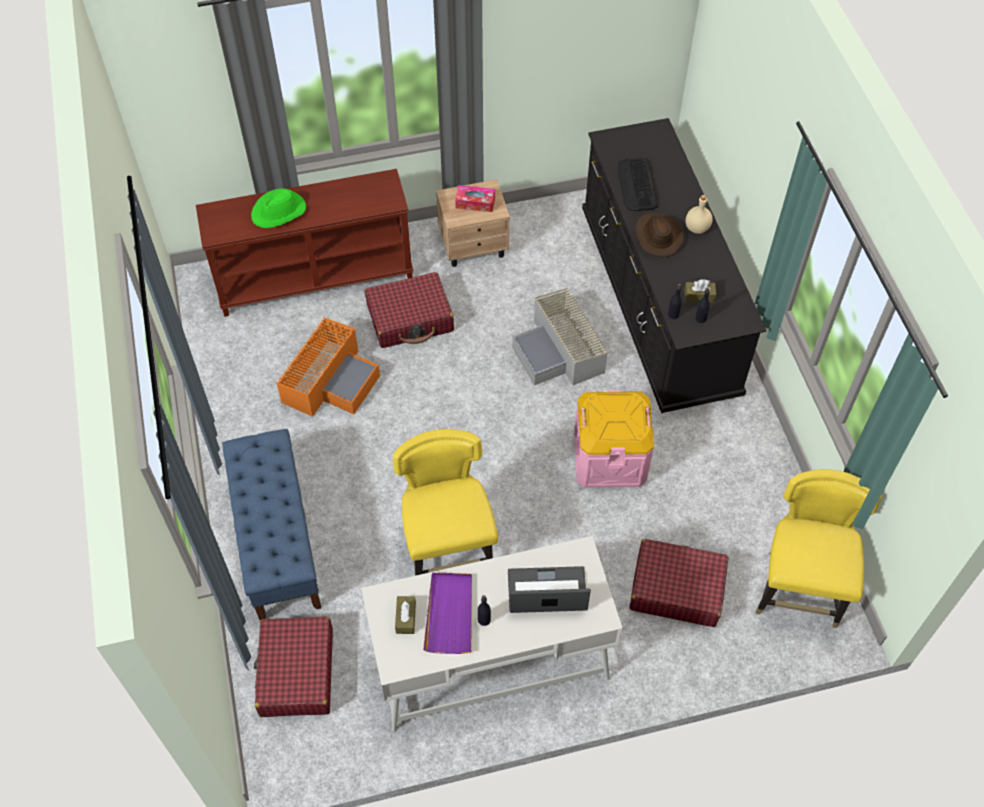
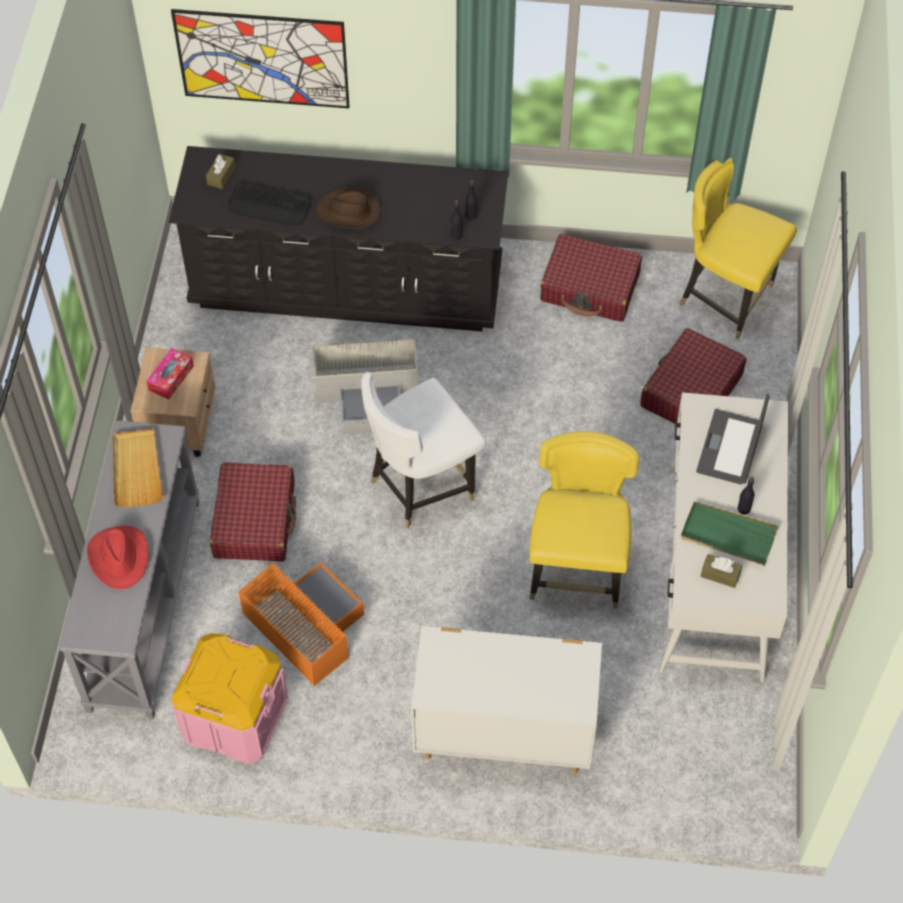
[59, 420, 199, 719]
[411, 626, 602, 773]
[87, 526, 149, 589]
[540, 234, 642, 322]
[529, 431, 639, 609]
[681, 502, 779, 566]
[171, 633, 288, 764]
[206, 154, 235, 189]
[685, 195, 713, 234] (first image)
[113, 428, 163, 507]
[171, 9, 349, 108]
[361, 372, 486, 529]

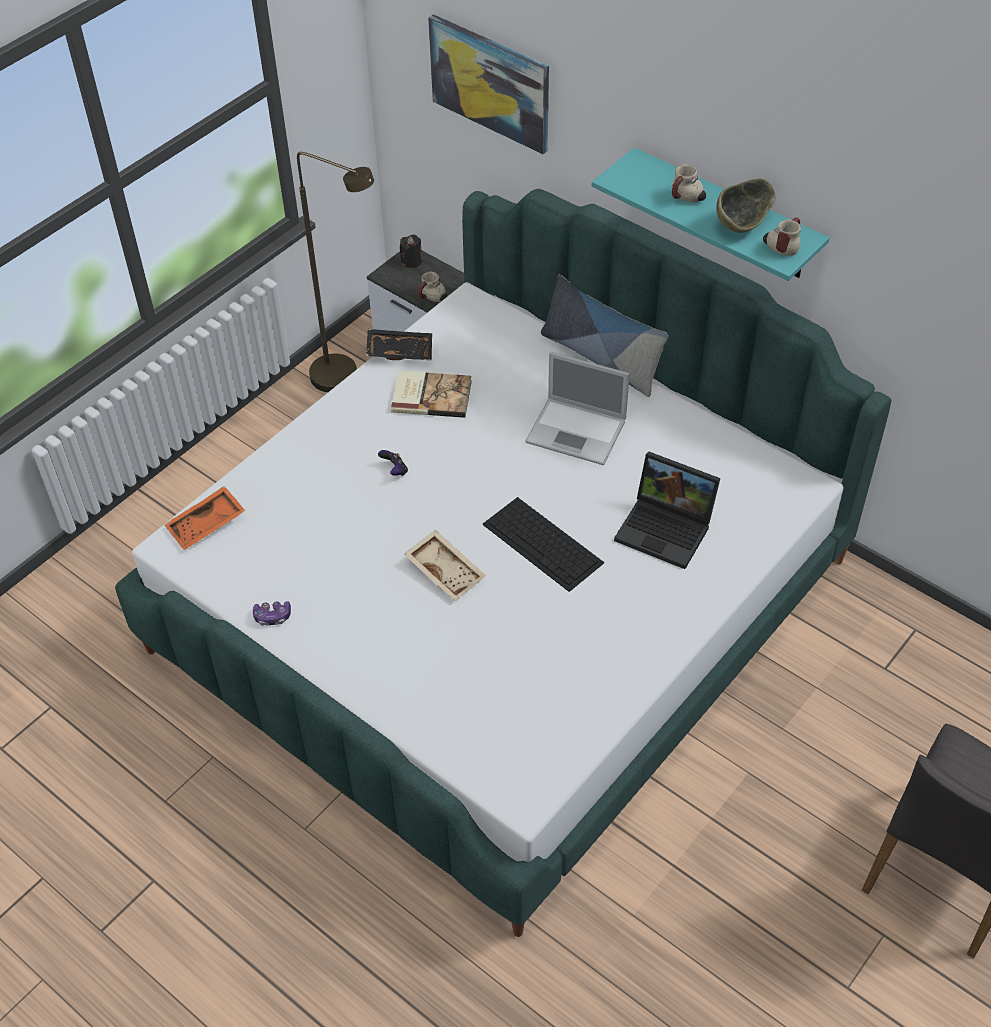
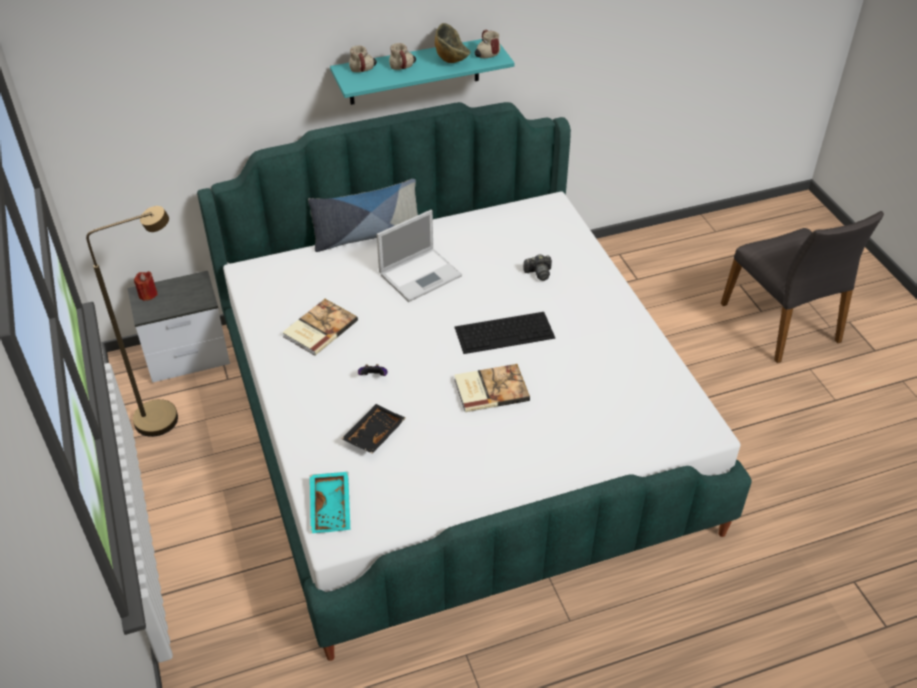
[310, 472, 350, 533]
[253, 601, 291, 626] (first image)
[341, 404, 406, 454]
[134, 271, 158, 301]
[454, 364, 530, 412]
[349, 46, 377, 72]
[428, 14, 549, 154] (first image)
[523, 254, 552, 281]

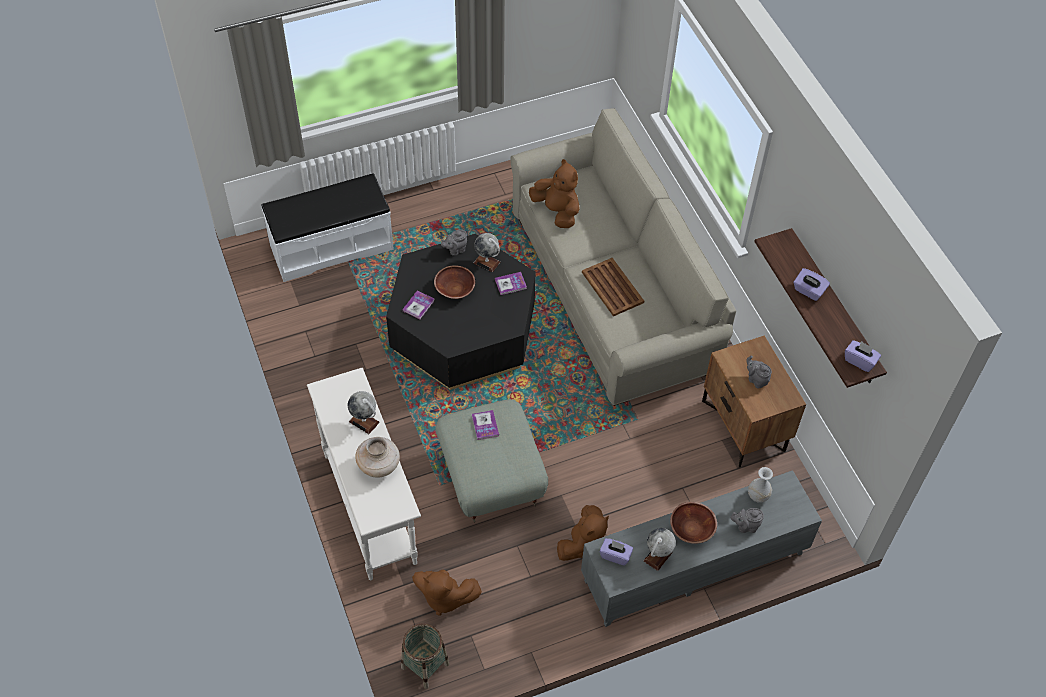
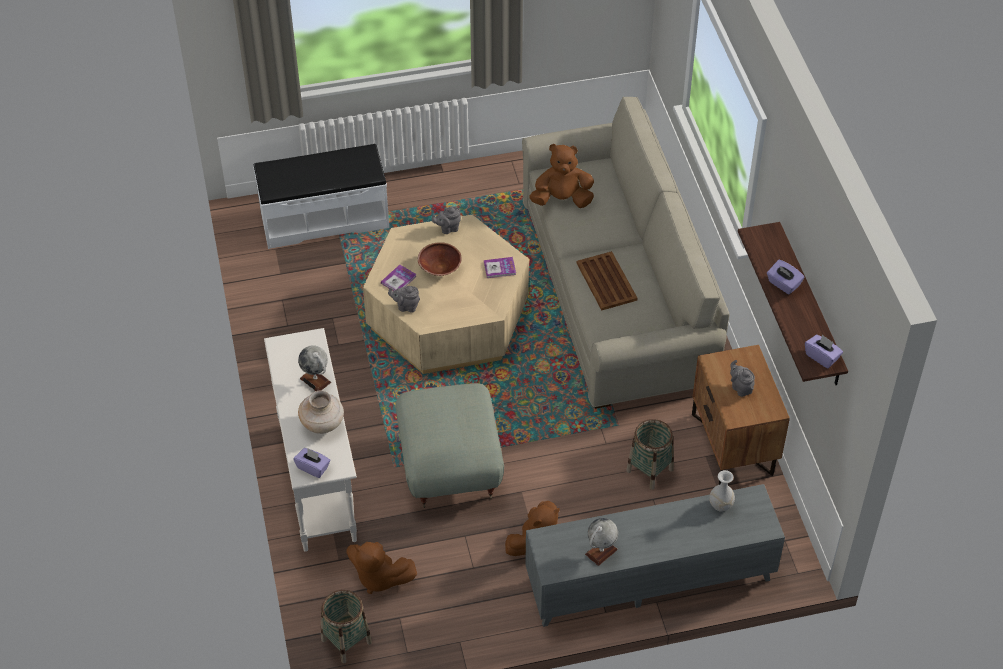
[363, 215, 529, 374]
[472, 410, 499, 440] (first image)
[474, 233, 500, 272] (first image)
[529, 144, 594, 208]
[293, 448, 330, 478]
[670, 502, 717, 544] (first image)
[388, 286, 420, 313]
[626, 419, 674, 490]

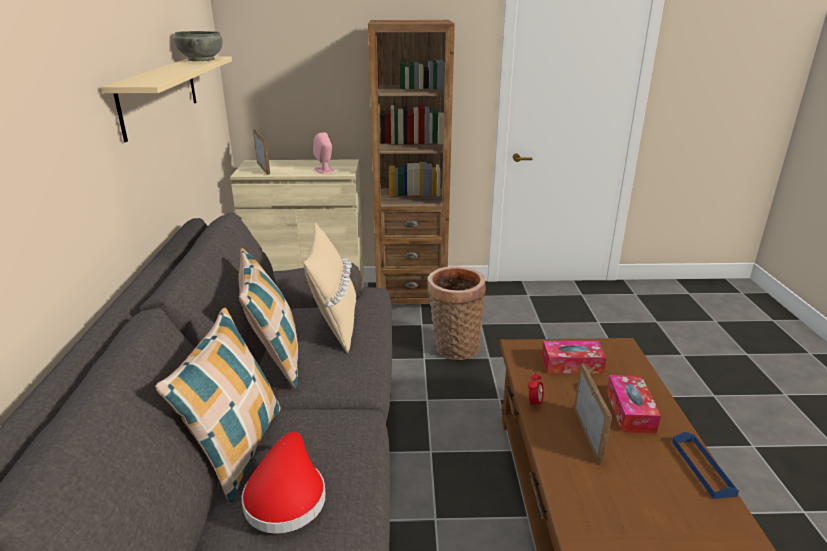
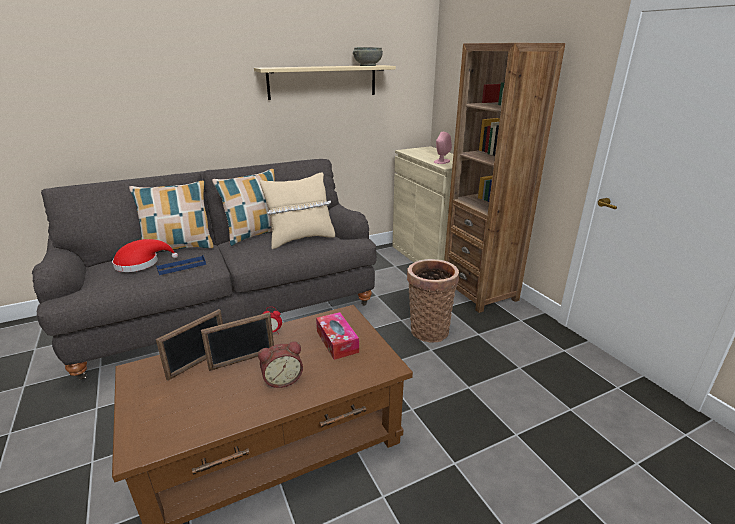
[156, 309, 223, 381]
[258, 342, 303, 388]
[156, 255, 206, 275]

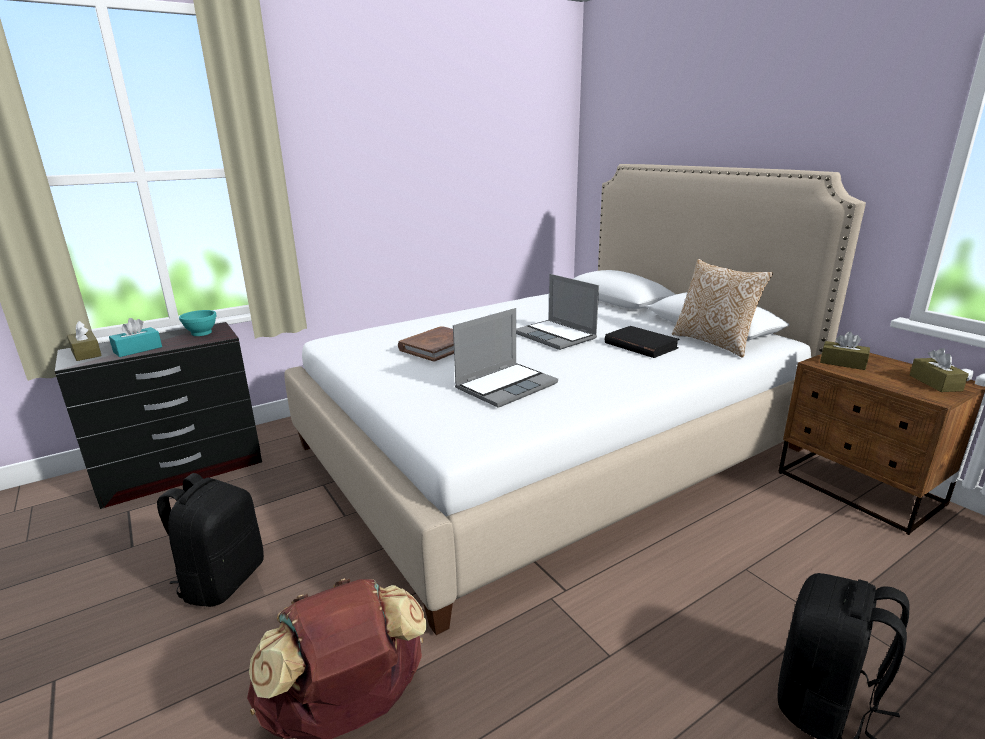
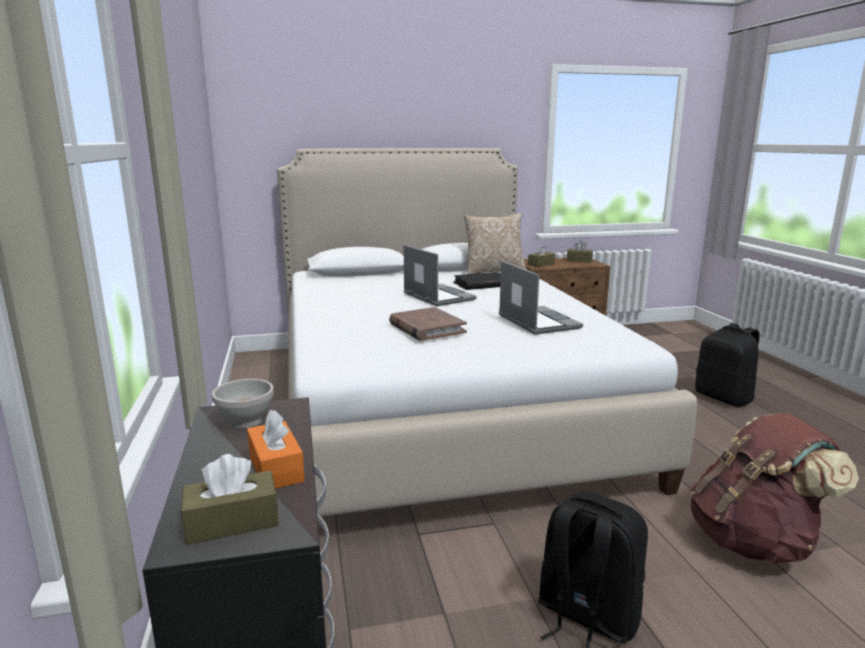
[247, 410, 305, 489]
[212, 379, 274, 429]
[403, 245, 477, 306]

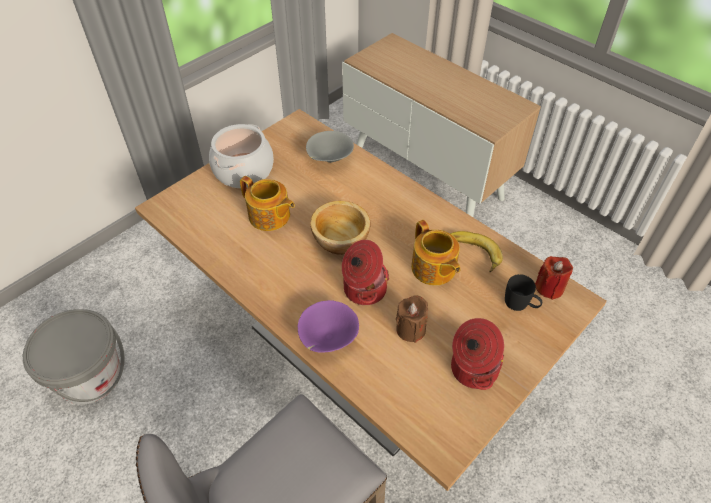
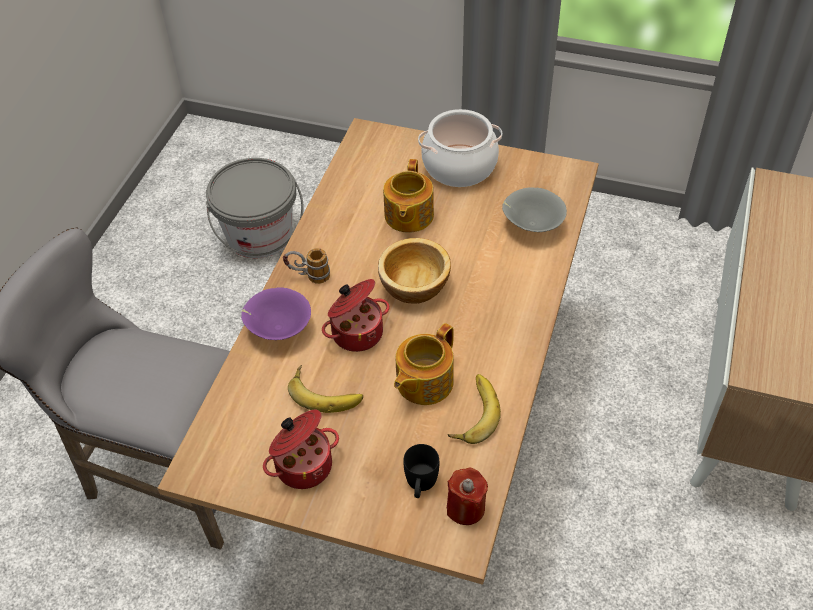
[288, 365, 363, 413]
[283, 248, 330, 284]

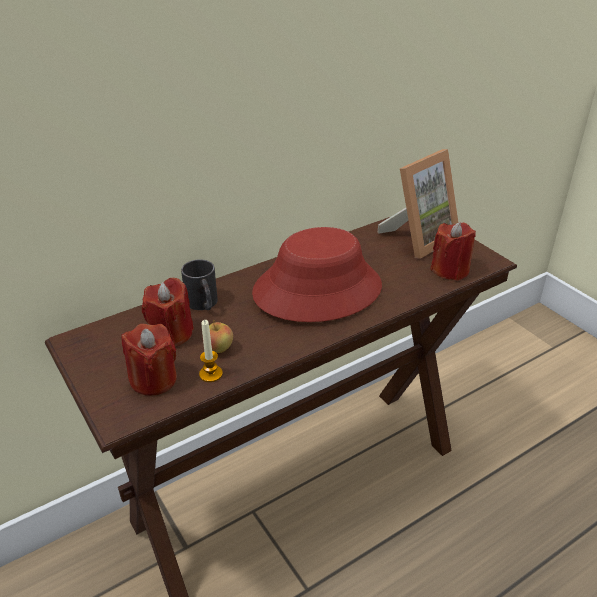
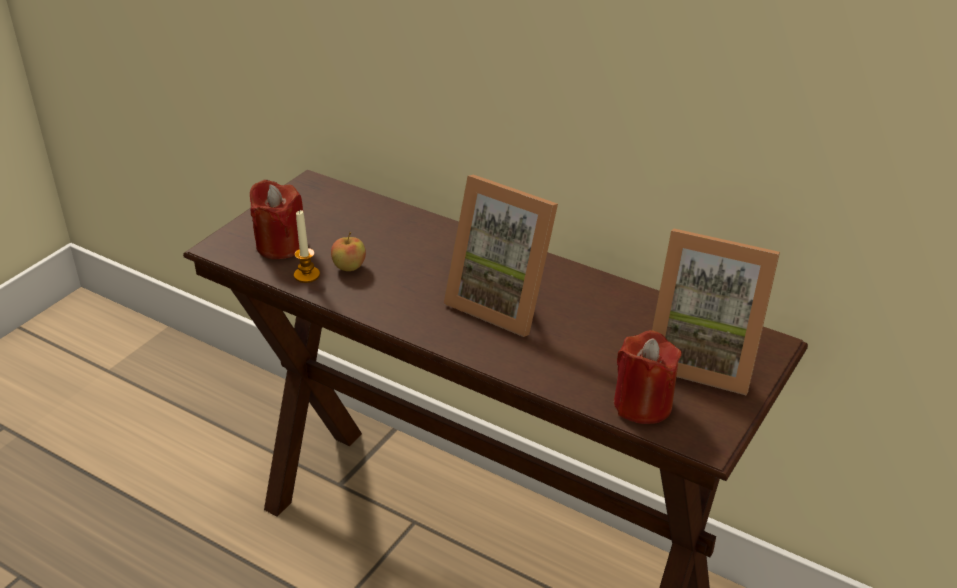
[142, 278, 194, 347] (first image)
[181, 259, 218, 310] (first image)
[444, 175, 558, 337]

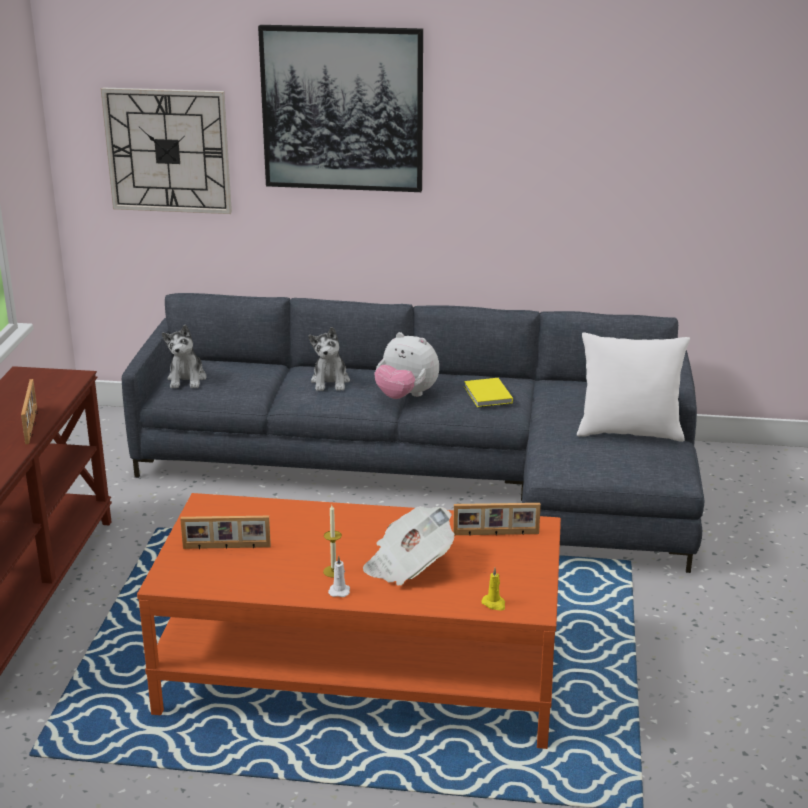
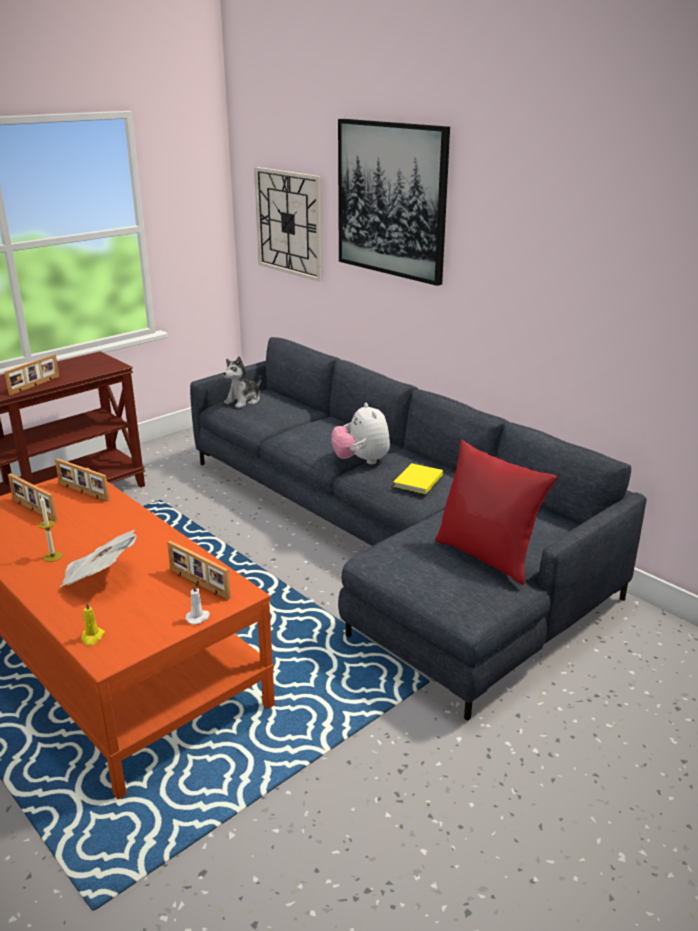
[308, 327, 350, 391] (first image)
[186, 584, 210, 625]
[435, 440, 557, 585]
[55, 458, 110, 502]

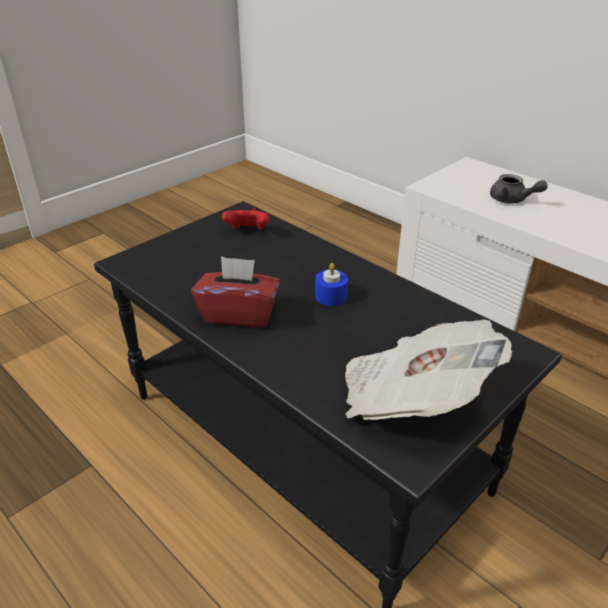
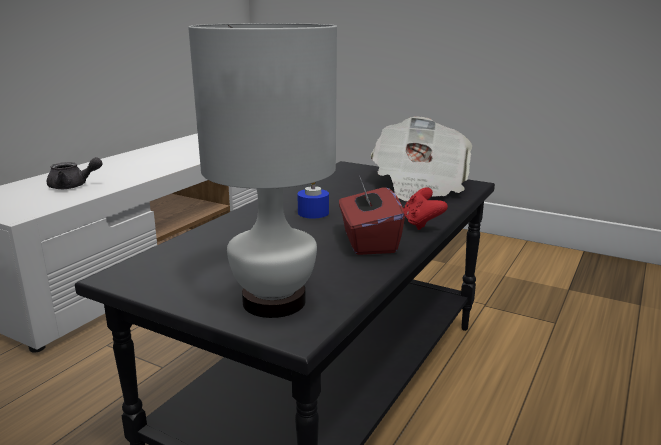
[403, 187, 448, 230]
[47, 157, 102, 189]
[188, 23, 337, 318]

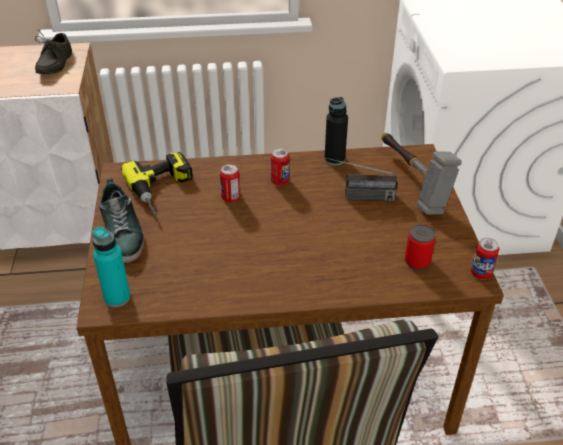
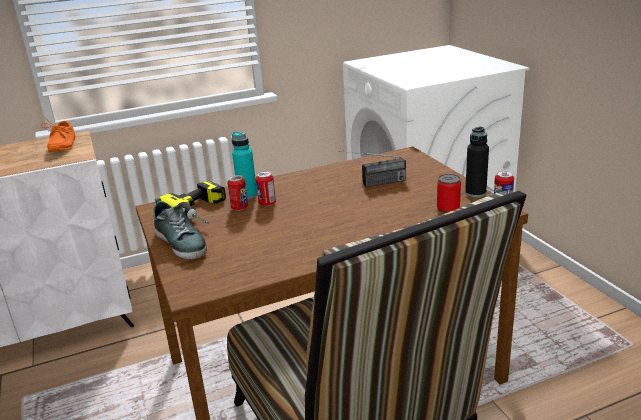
[41, 117, 76, 152]
[232, 132, 257, 199]
[227, 175, 248, 211]
[465, 126, 489, 198]
[381, 133, 462, 215] (first image)

